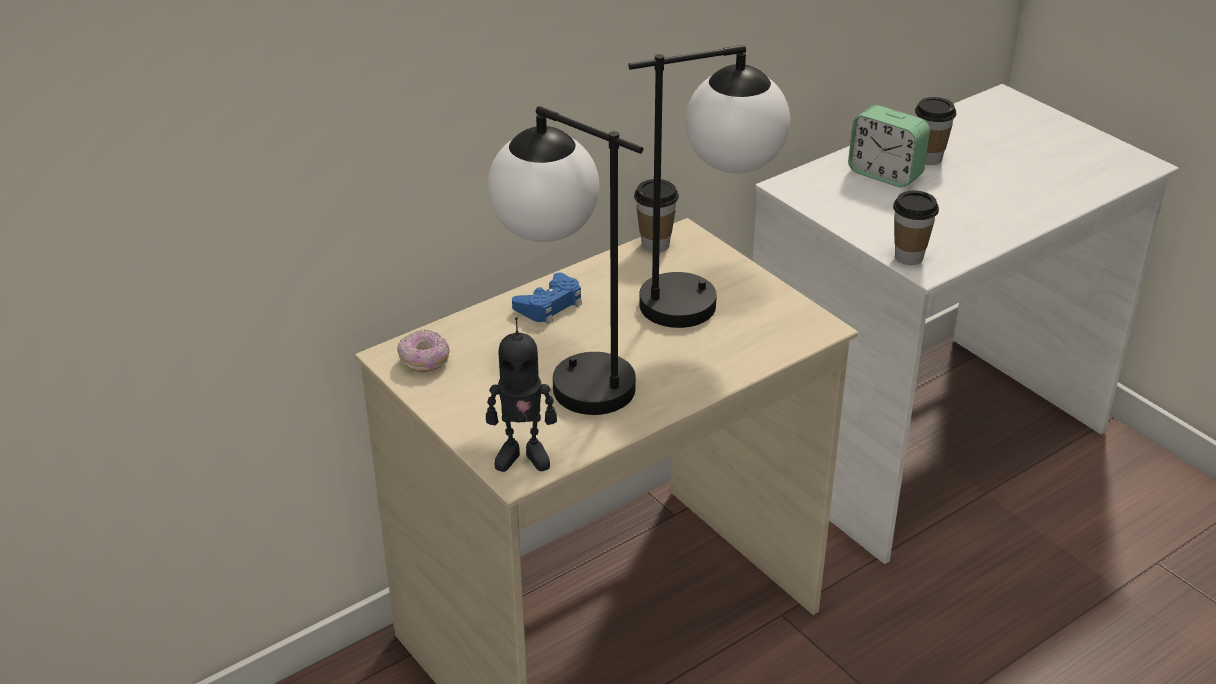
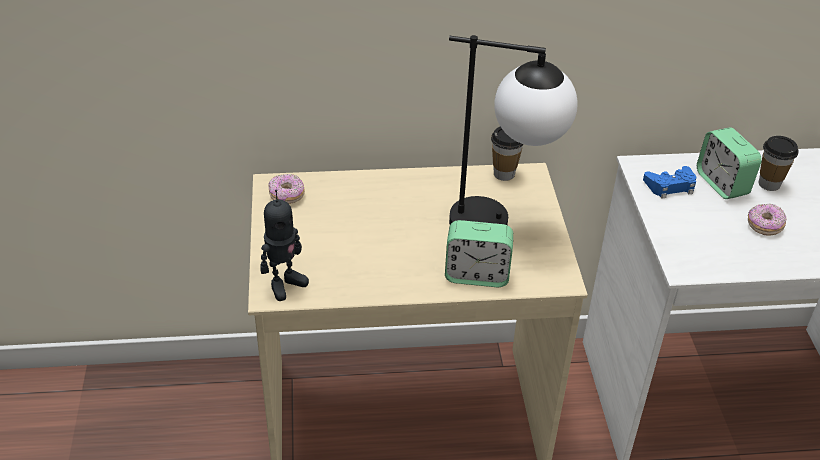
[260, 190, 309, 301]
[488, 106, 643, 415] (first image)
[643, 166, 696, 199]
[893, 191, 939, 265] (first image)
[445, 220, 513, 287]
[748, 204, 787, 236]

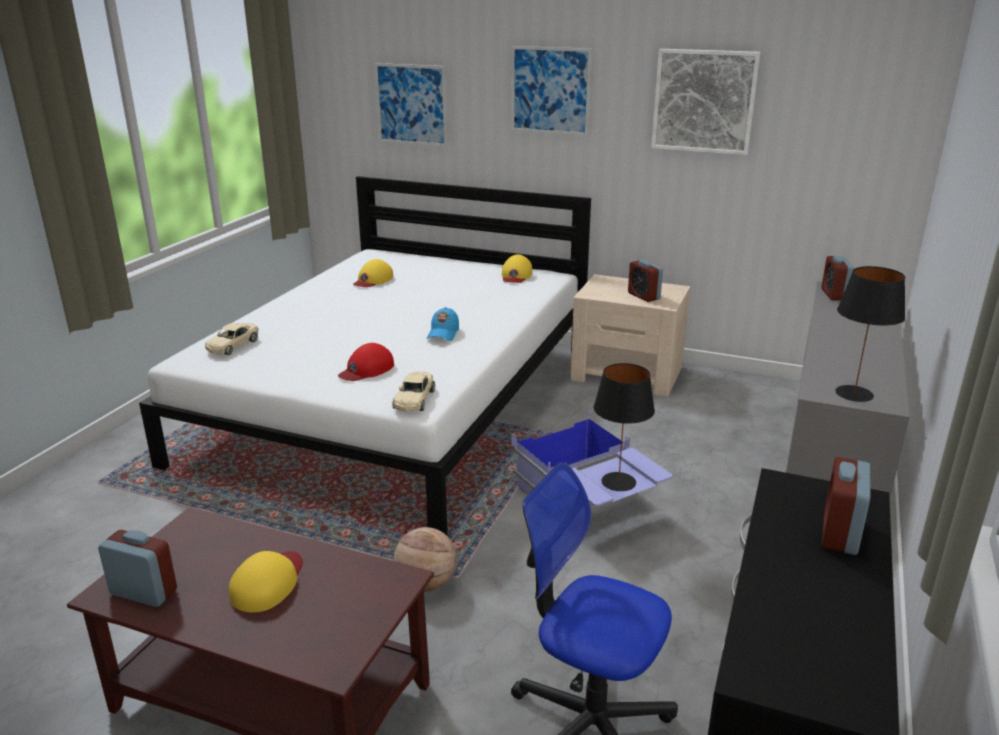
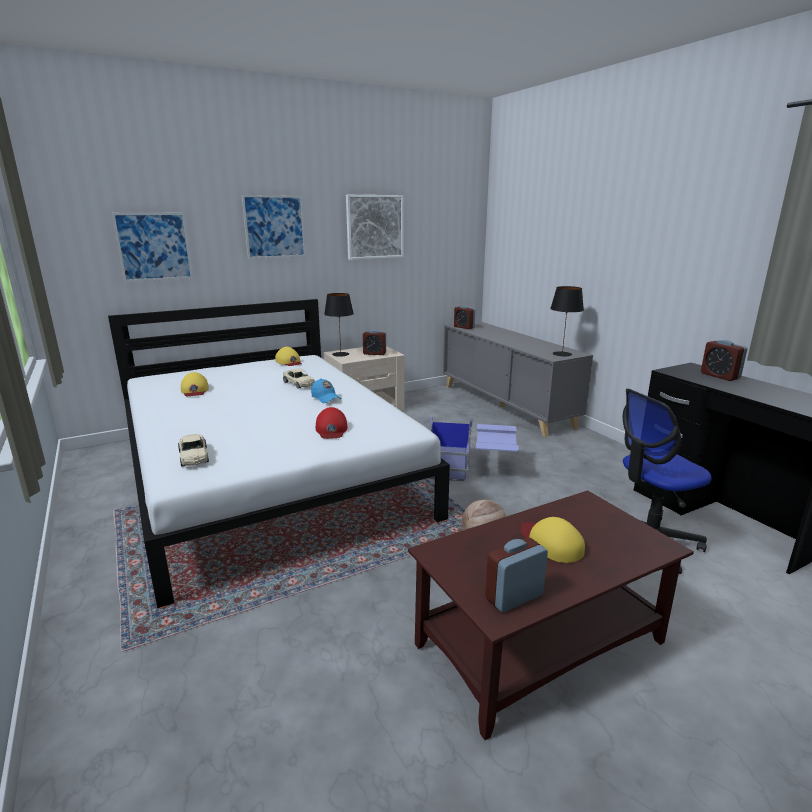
[283, 368, 315, 389]
[324, 293, 354, 357]

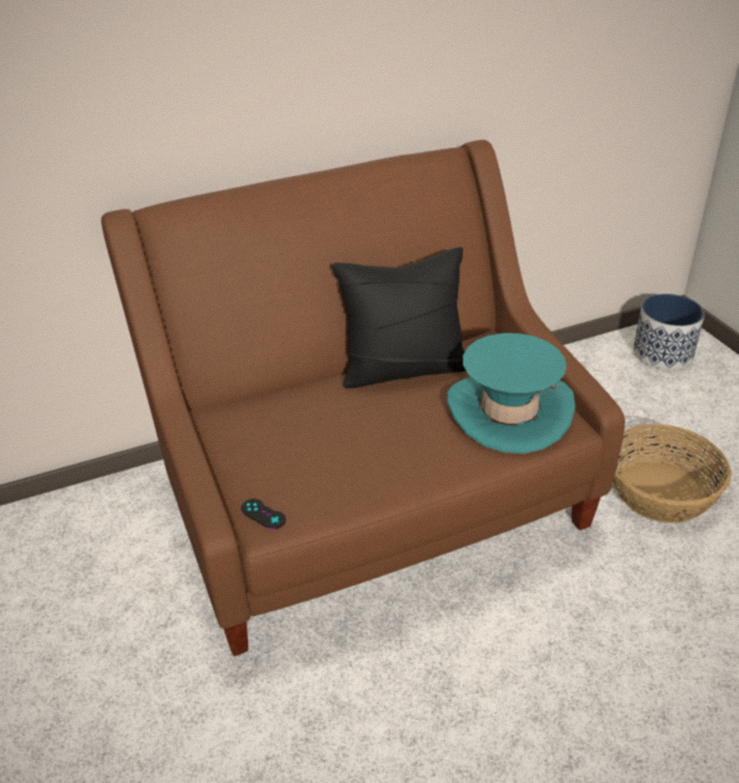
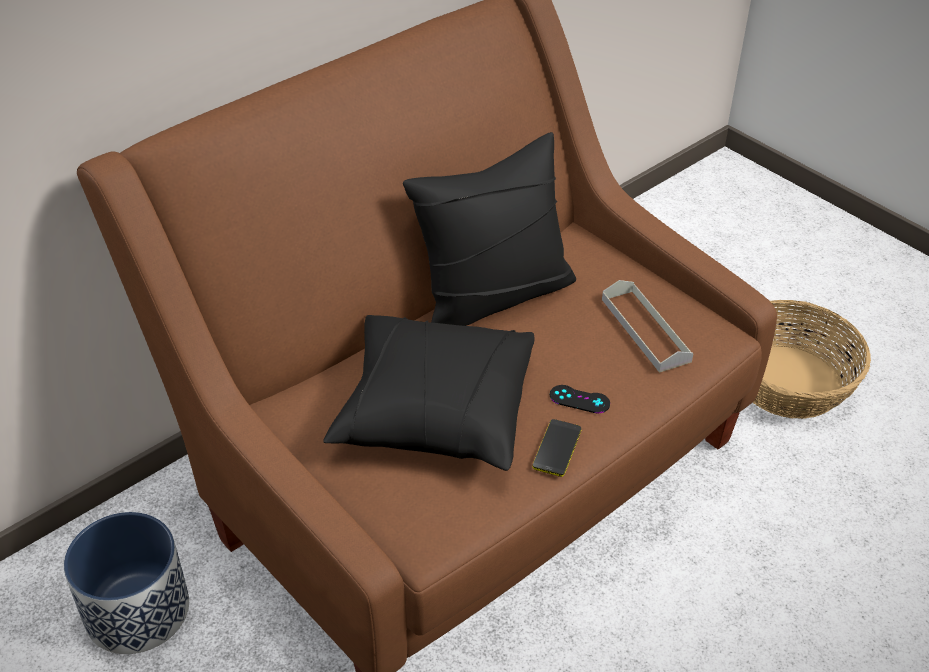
[550, 385, 610, 414]
[602, 280, 694, 373]
[64, 512, 189, 654]
[323, 315, 534, 471]
[532, 419, 582, 477]

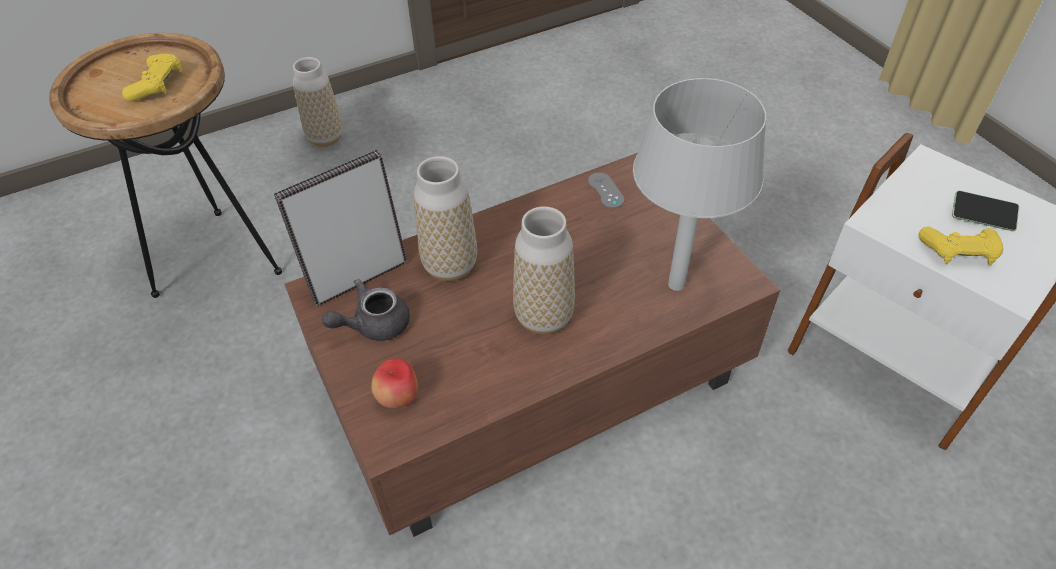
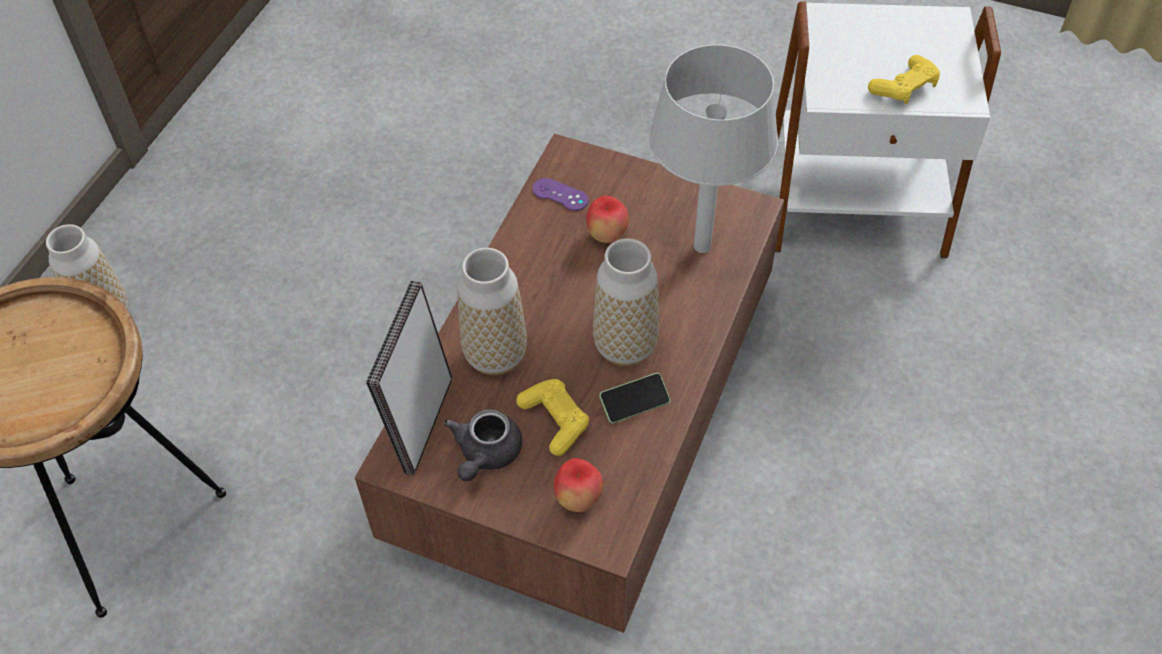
[516, 379, 589, 456]
[532, 178, 588, 211]
[599, 373, 670, 423]
[586, 196, 629, 243]

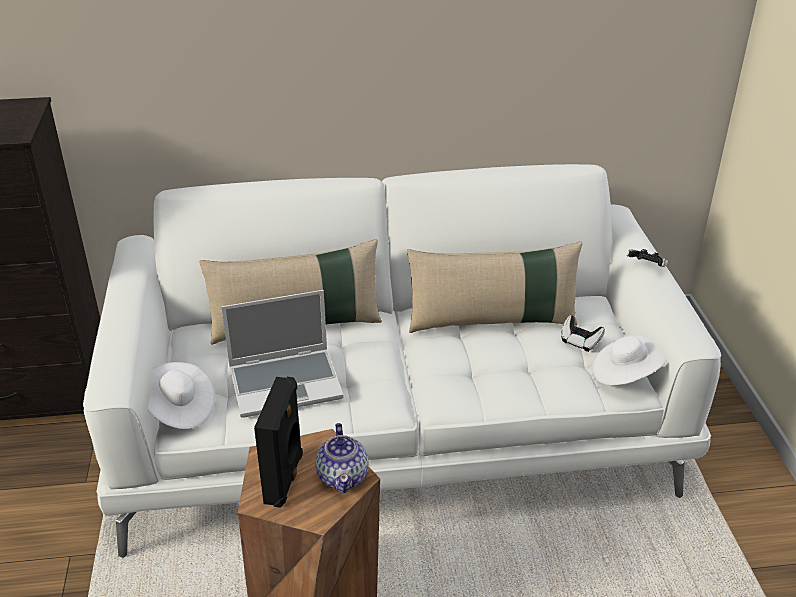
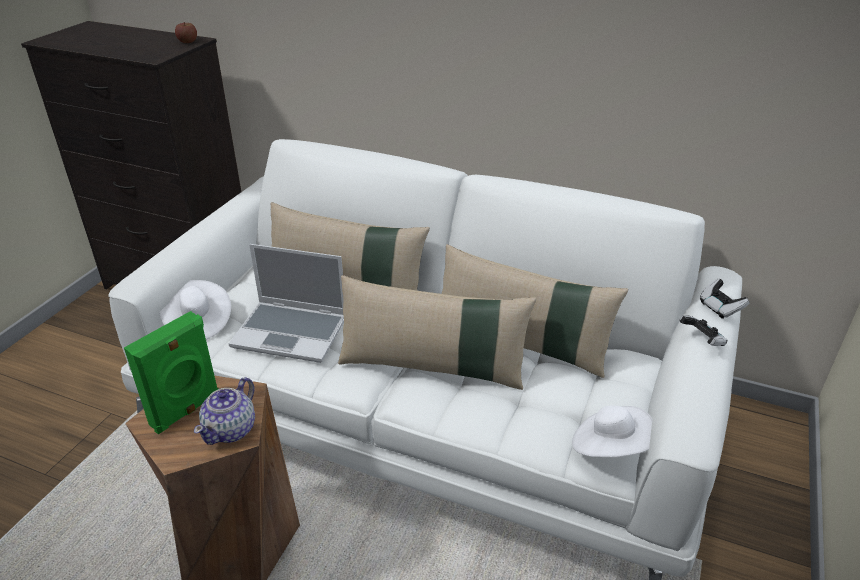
[124, 311, 219, 434]
[700, 279, 749, 319]
[175, 22, 197, 43]
[338, 275, 536, 390]

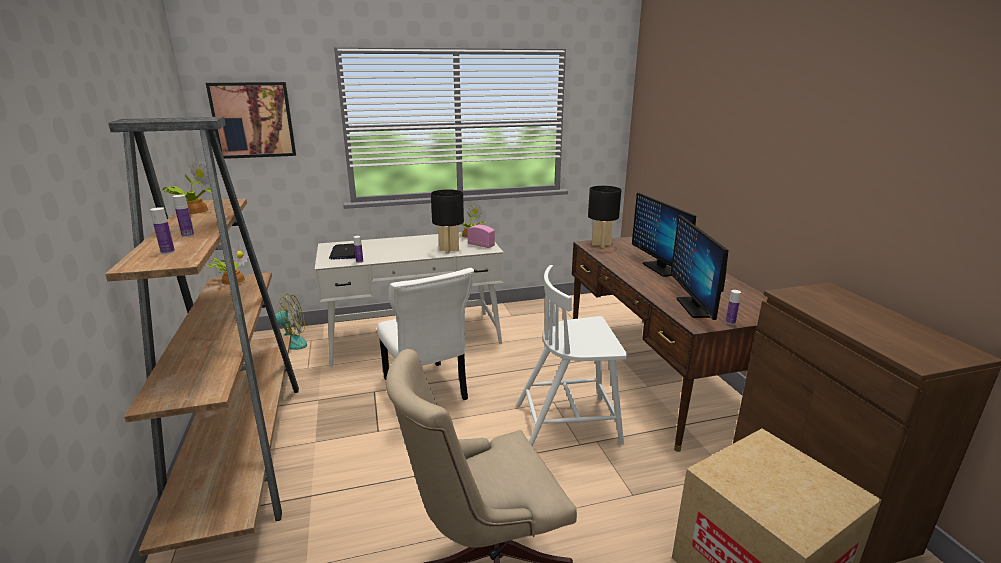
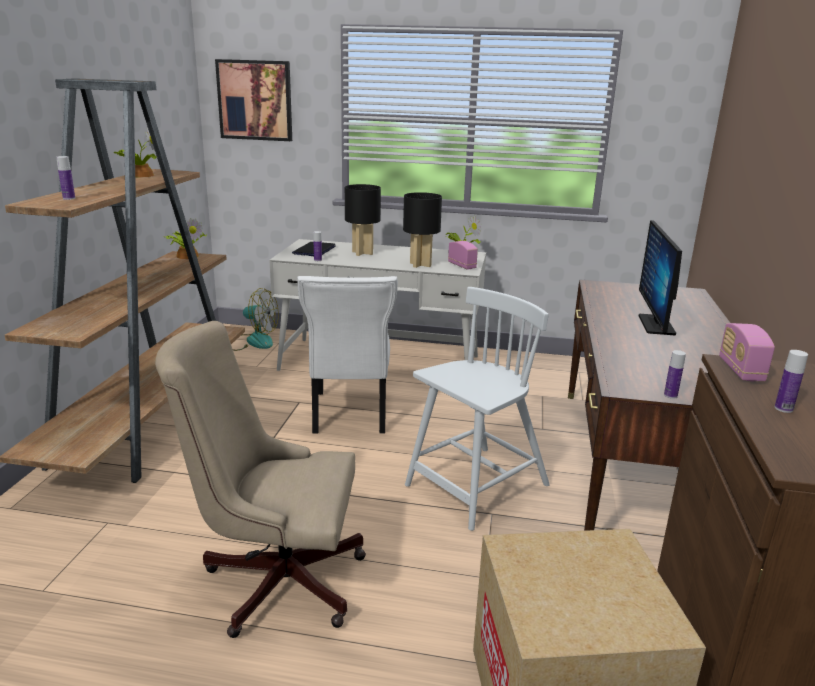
[775, 350, 808, 413]
[405, 287, 550, 531]
[345, 184, 381, 256]
[671, 215, 728, 320] (first image)
[719, 323, 775, 381]

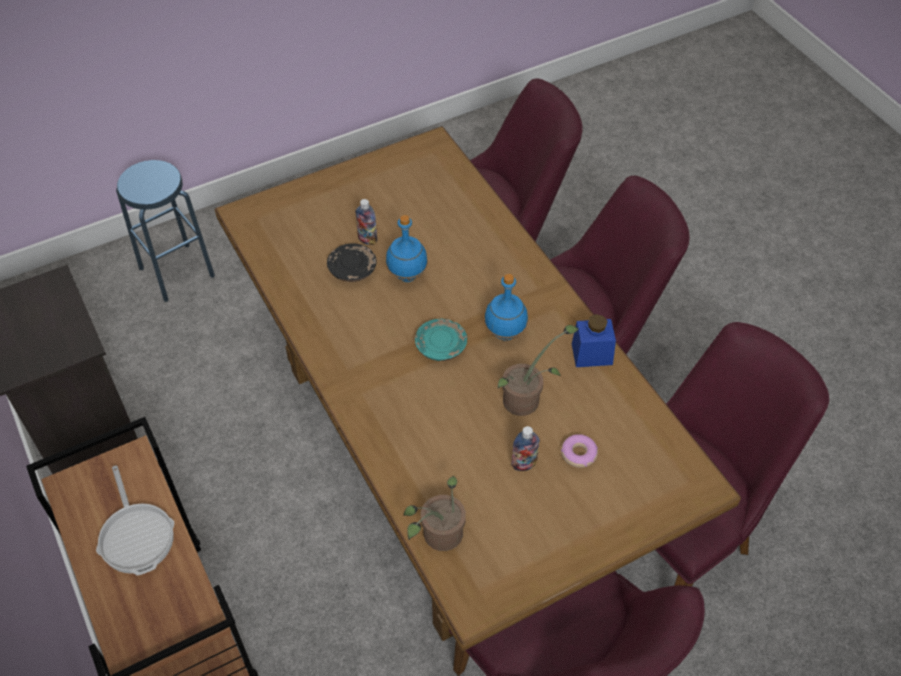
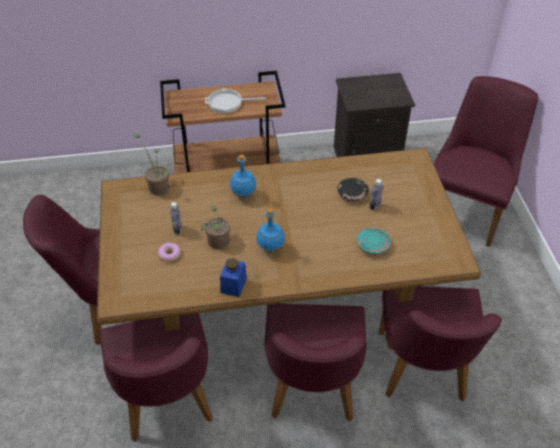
[434, 76, 538, 247]
[230, 154, 256, 199]
[357, 228, 391, 255]

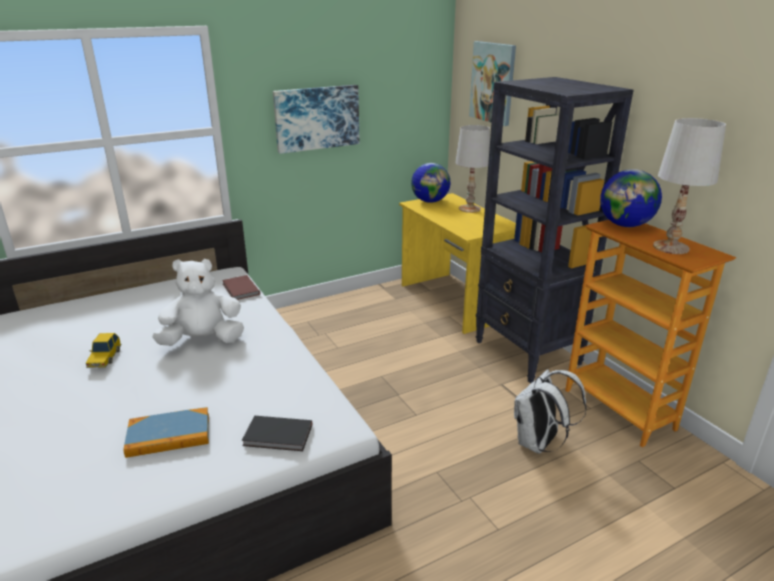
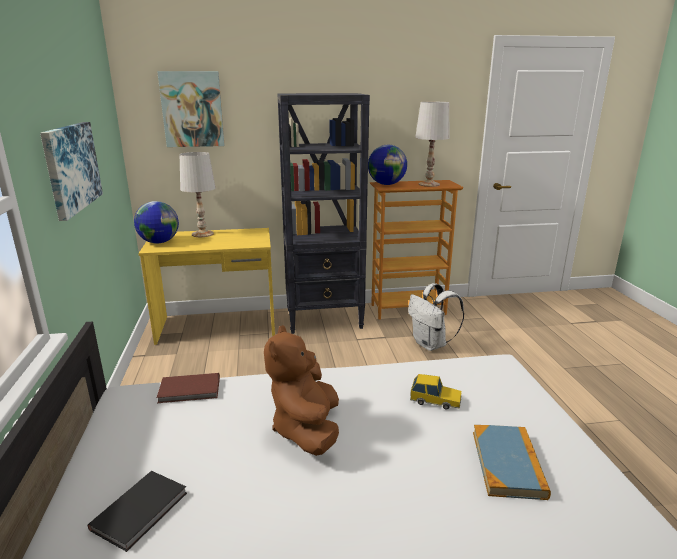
[410, 374, 462, 410]
[264, 325, 339, 456]
[88, 471, 187, 552]

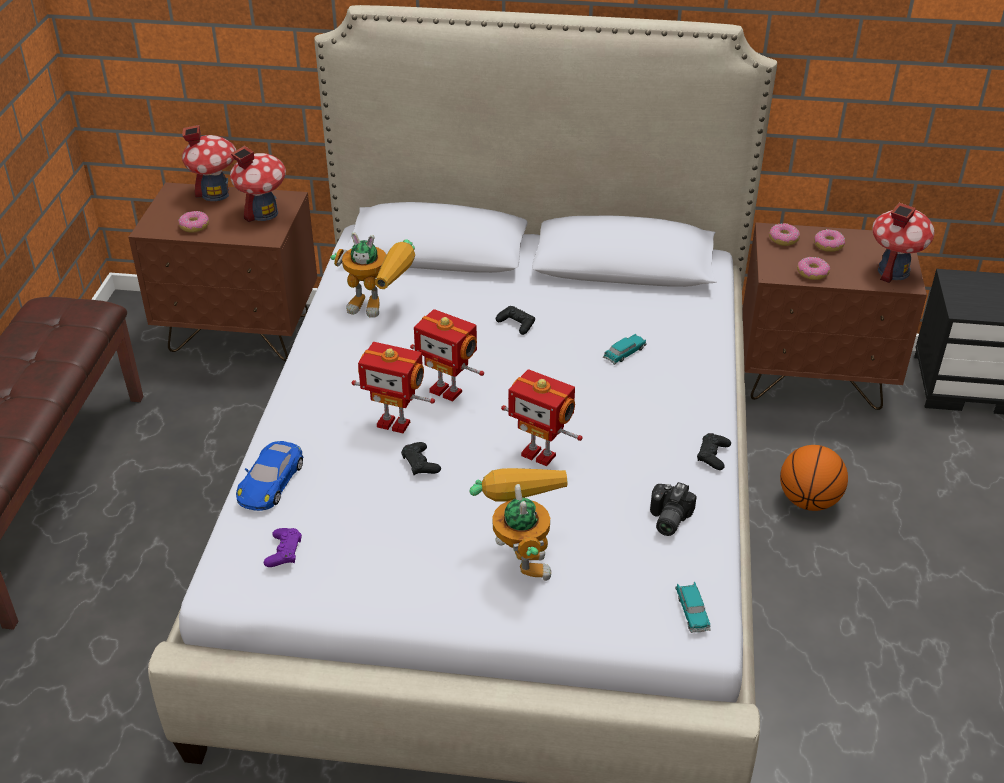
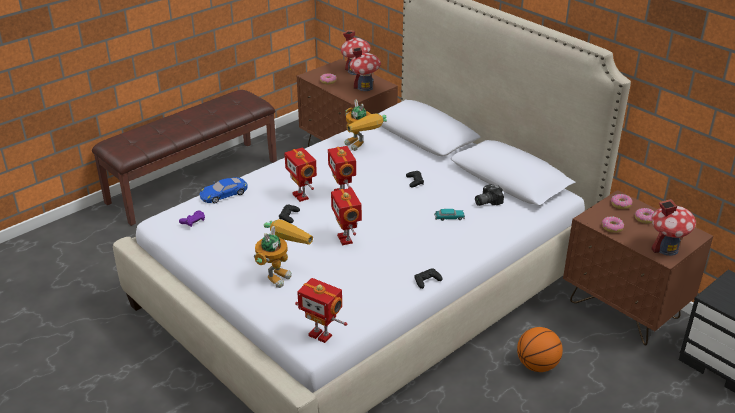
[475, 184, 504, 206]
[295, 278, 347, 343]

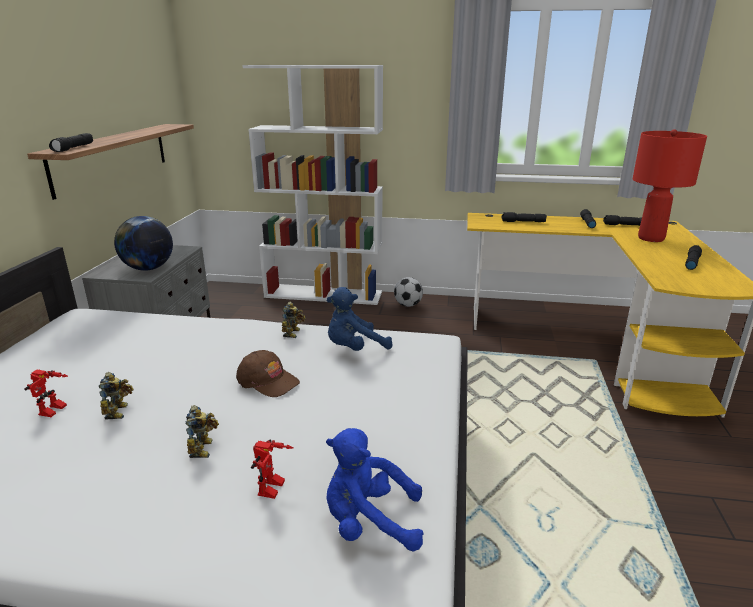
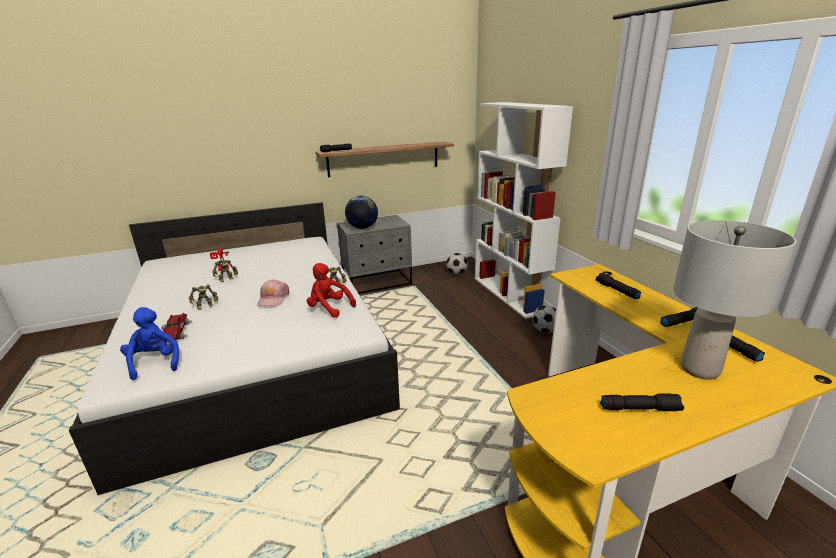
[257, 279, 289, 306]
[161, 313, 192, 342]
[307, 263, 356, 318]
[673, 220, 796, 380]
[446, 253, 468, 274]

